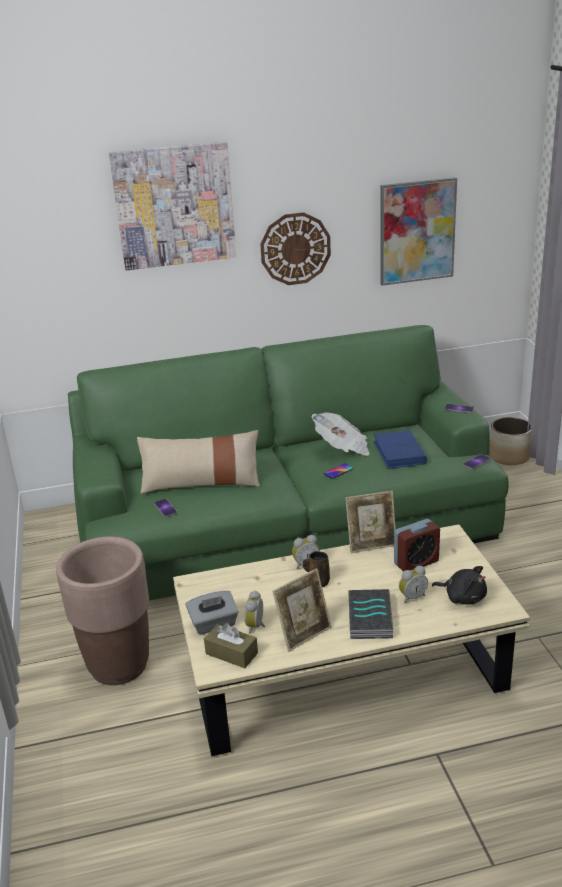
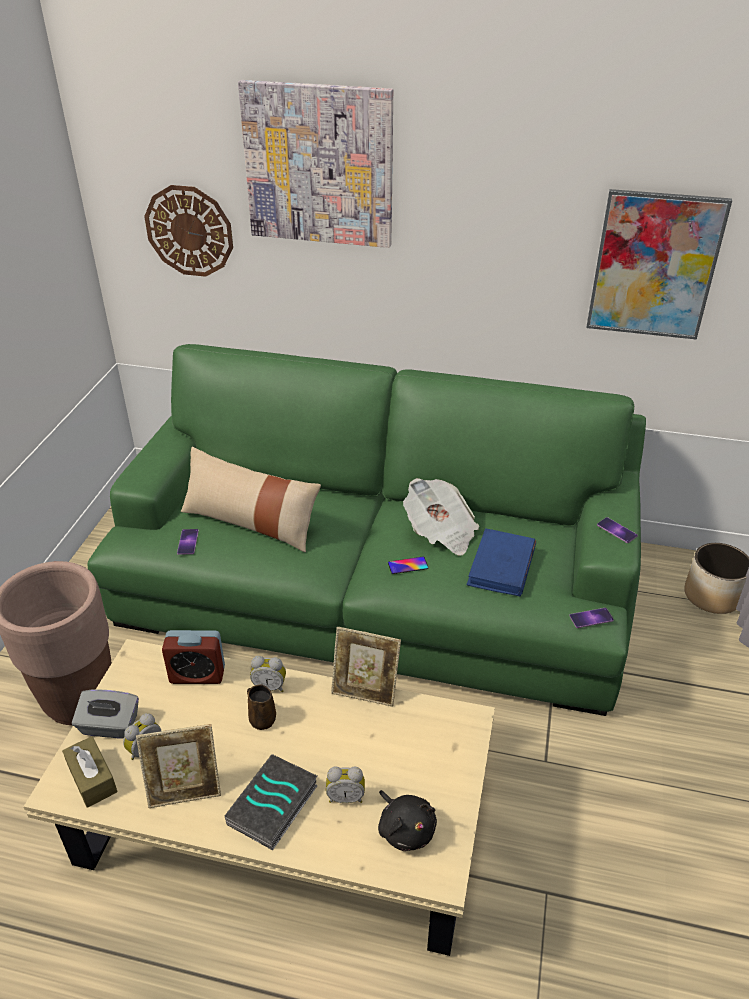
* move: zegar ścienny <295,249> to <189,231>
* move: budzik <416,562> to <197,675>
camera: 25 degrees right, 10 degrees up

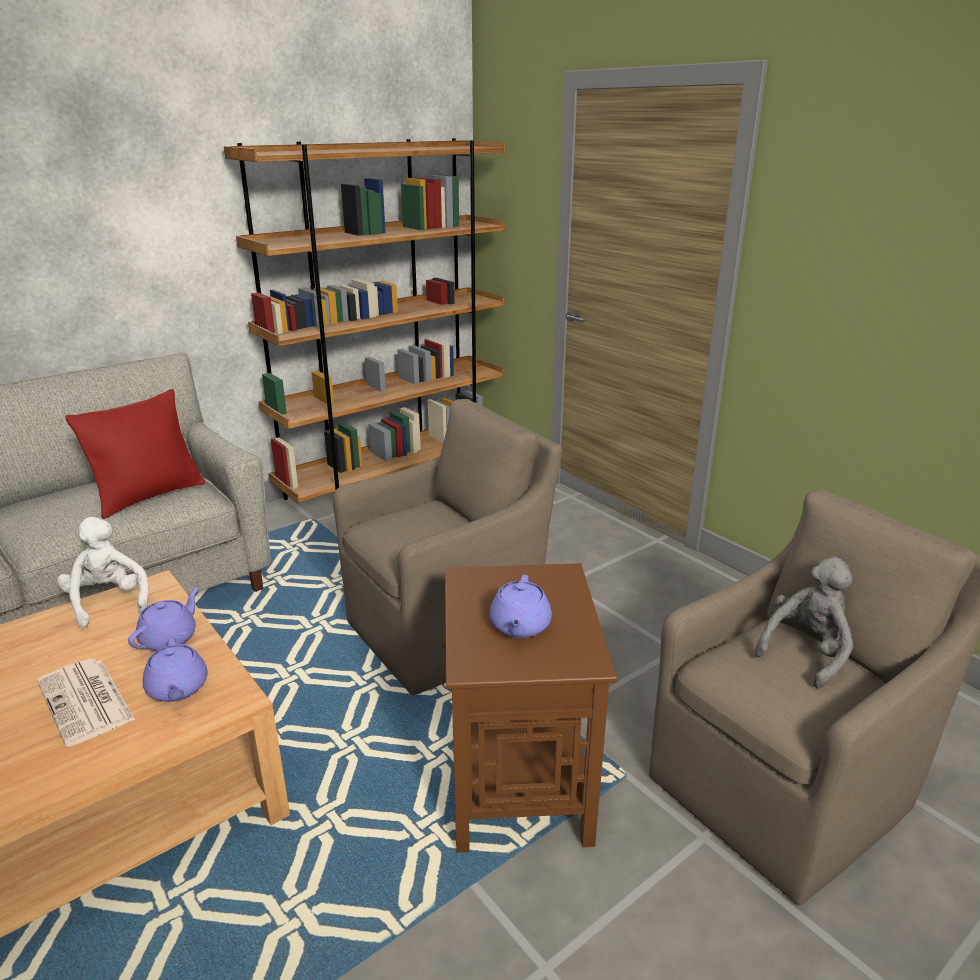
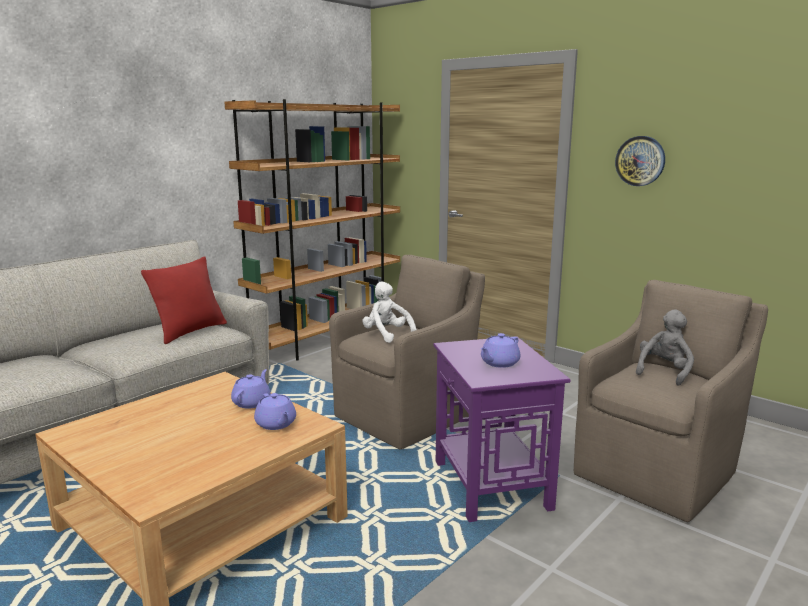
* move: pluszak (biały) <109,602> to <387,335>
* recolor: stolik (brązowy) <518,782> to stolik (fioletowy) <491,485>
* rotate: imbryk (fioletowy) <520,626> = <499,363> 45 degrees clockwise
* delete: gazeta <86,702>
* insert: zegar ścienny <640,161>
camera: 10 degrees left, 10 degrees down

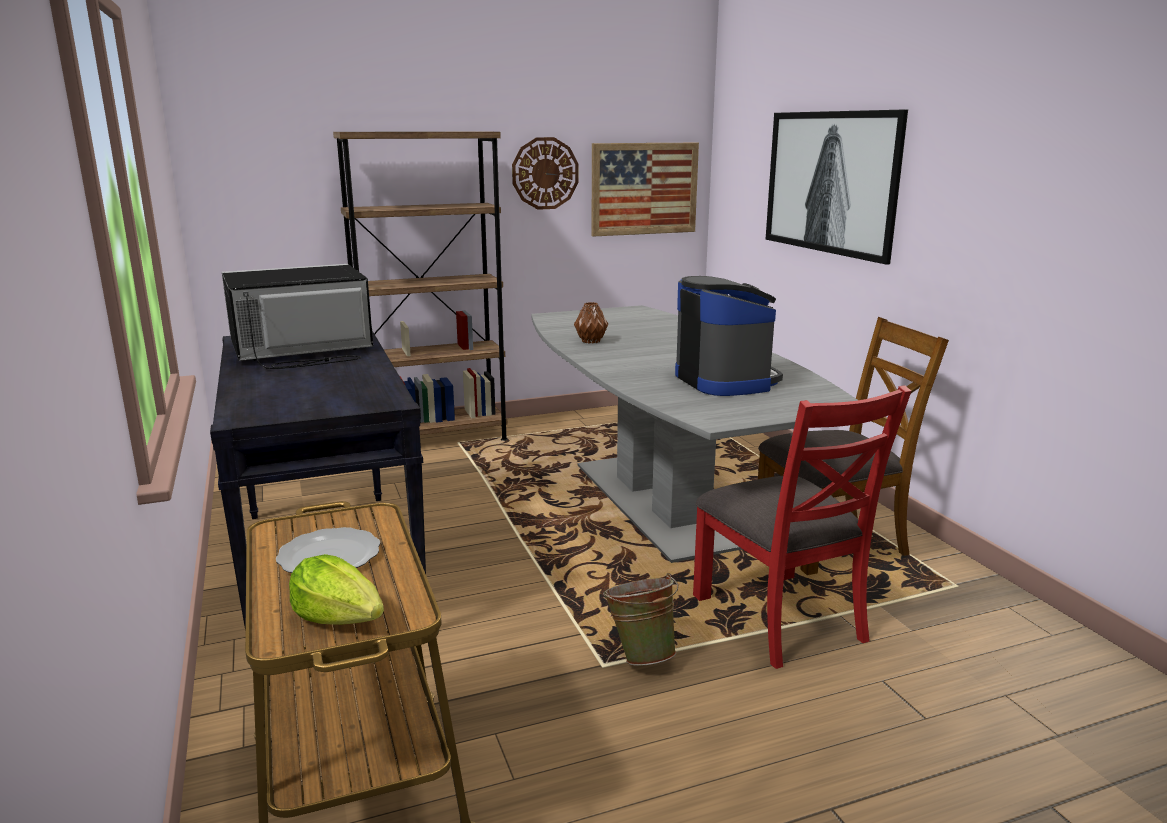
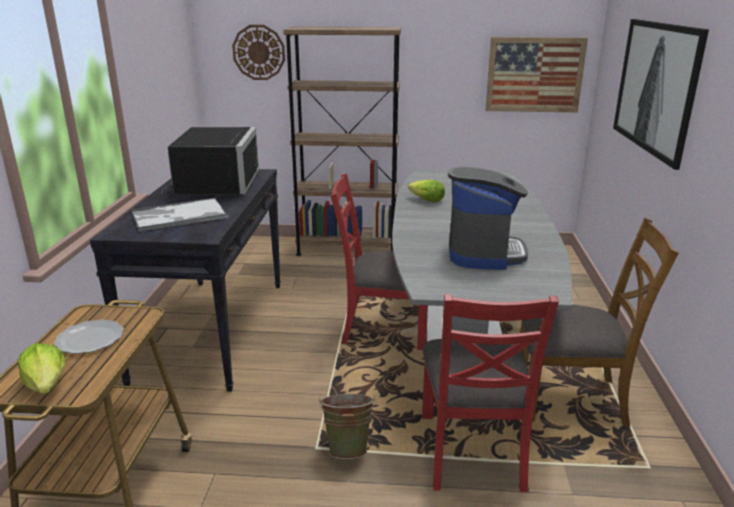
* move: zegar ścienny <545,173> to <259,52>
* rotate: mikrofalówka (czarny) <301,349> = <212,184> 90 degrees clockwise
* replace: wazon (brązowy) <590,341> to sałata <426,200>
* insert: krzesło (czerwony) <384,329>
* insert: taca <178,216>
camera: 25 degrees right, 5 degrees up

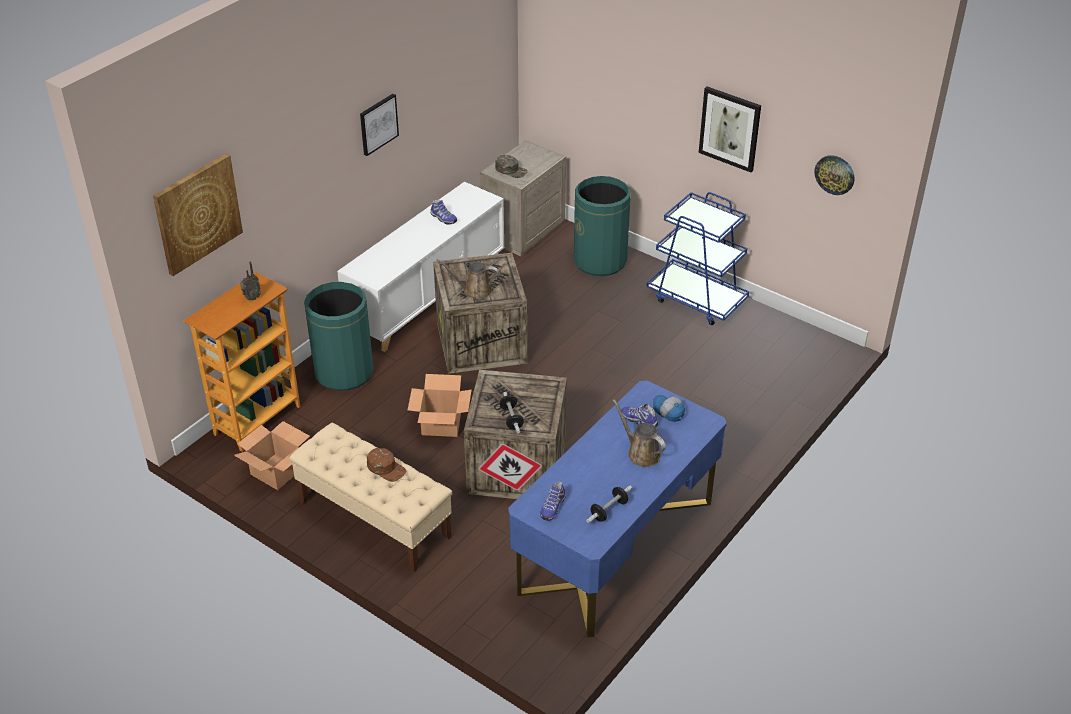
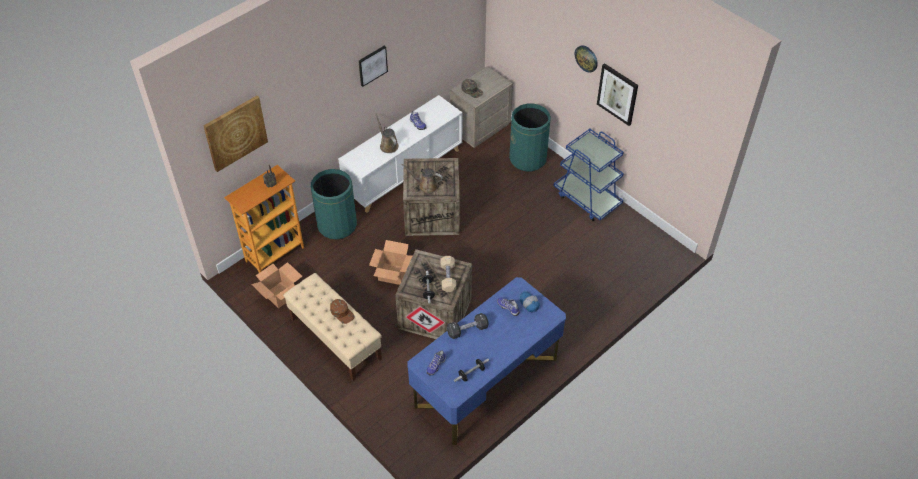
* move: zegar ścienny <835,174> to <586,58>
* move: konewka (brązowy) <641,453> to <388,145>
* insert: hantel (beżowy) <448,278>
* insert: hantel (czarny) <467,330>
camera: 10 degrees right, 10 degrees up

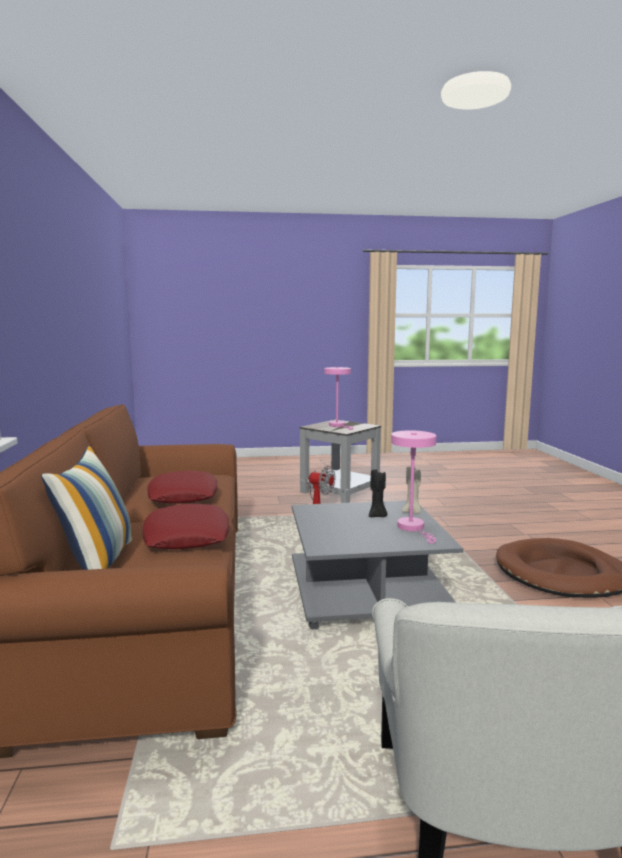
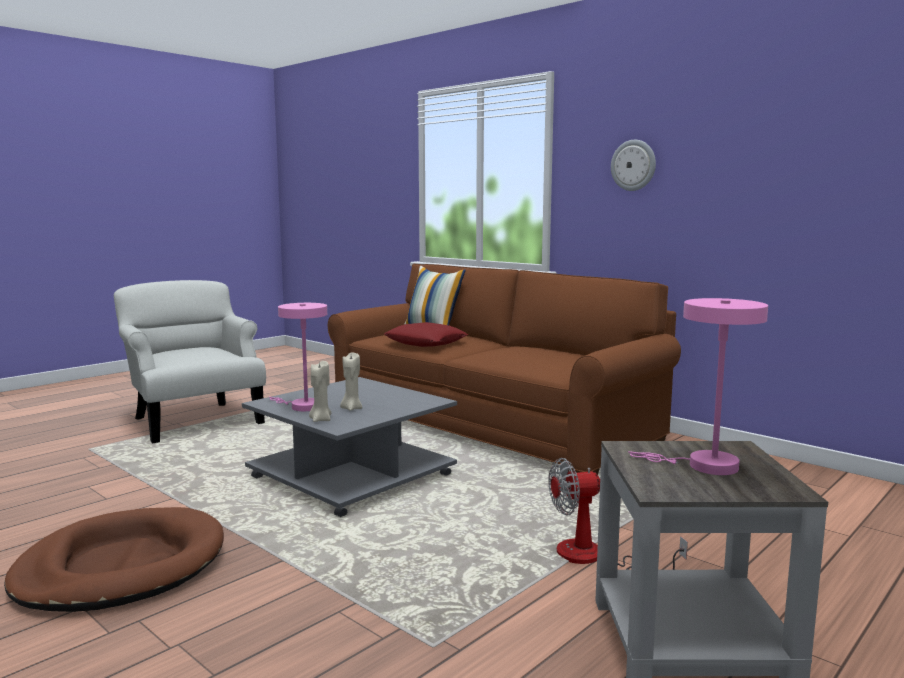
* recolor: świeca (czarny) <377,516> to świeca (beżowy) <351,408>
* delete: poduszka (czerwony) <183,495>
* insert: zegar ścienny <633,165>
camera: 140 degrees right, 0 degrees up

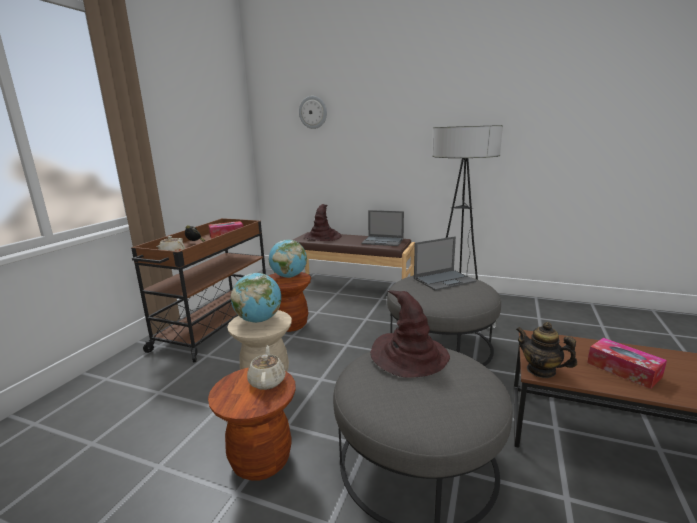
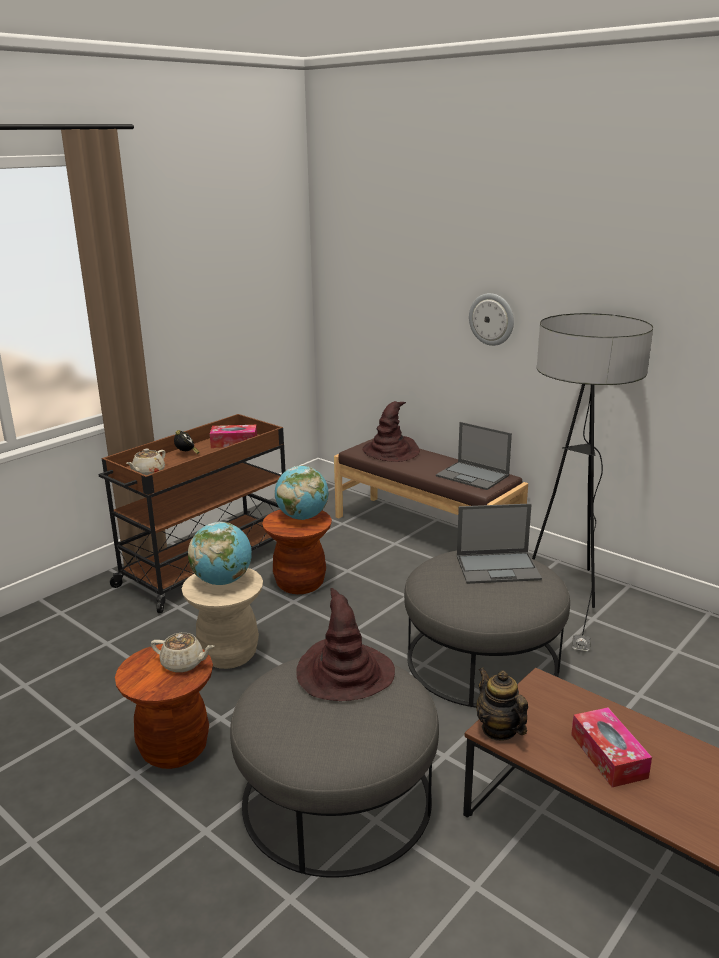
* move: zegar ścienny <313,112> to <492,319>
* rotate: imbryk (beżowy) <267,381> = <183,664> 90 degrees clockwise
camera: 20 degrees right, 5 degrees up

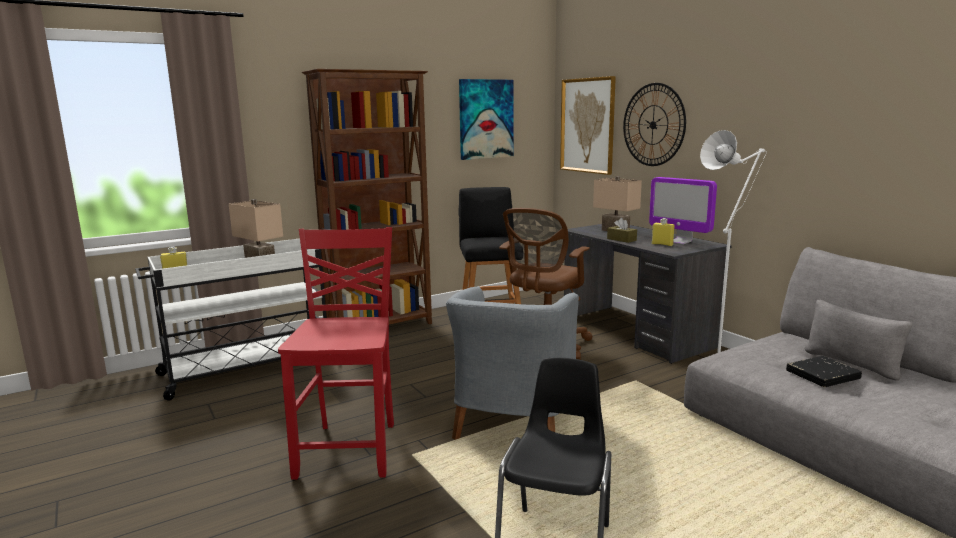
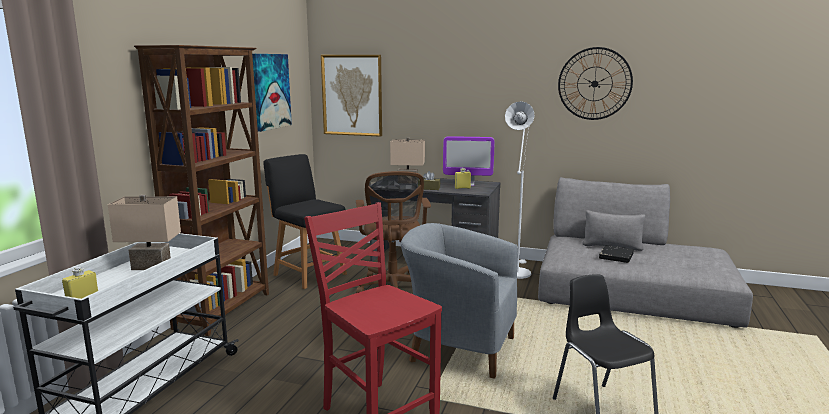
* move: zegar ścienny <653,125> to <594,84>
* rotate: fotel (szary) <512,423> = <458,348> 135 degrees clockwise
camera: 40 degrees left, 0 degrees up

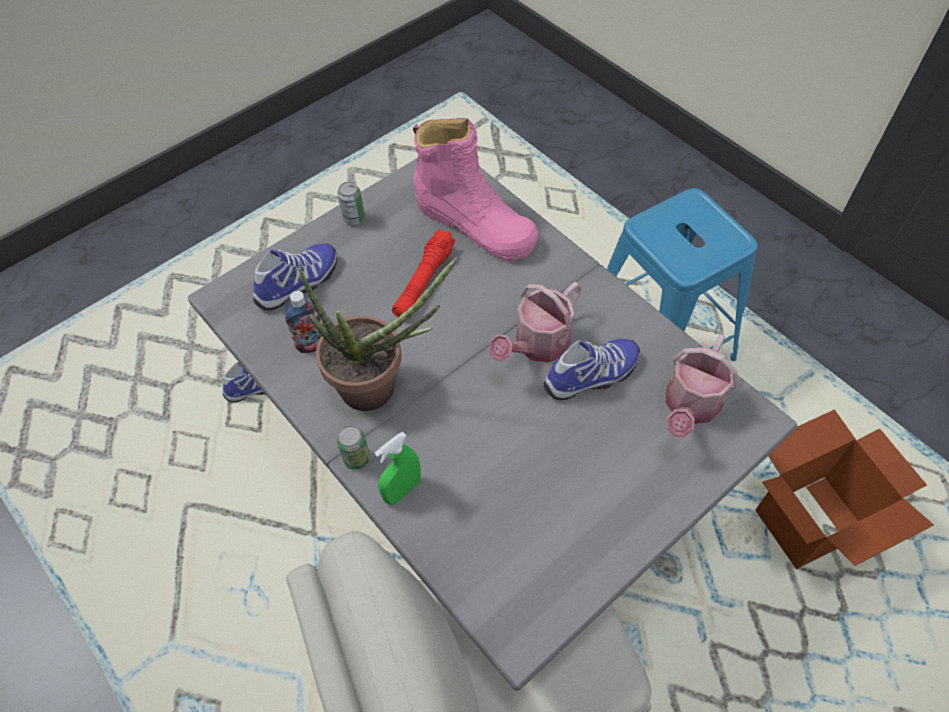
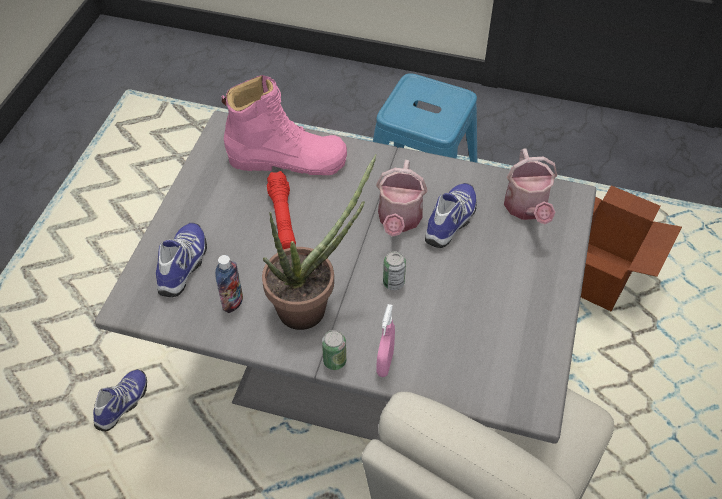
* move: puszka <354,218> to <393,283>
* recolor: spryskiwacz (zielony) <402,490> to spryskiwacz (różowy) <385,363>
camera: 35 degrees left, 5 degrees down

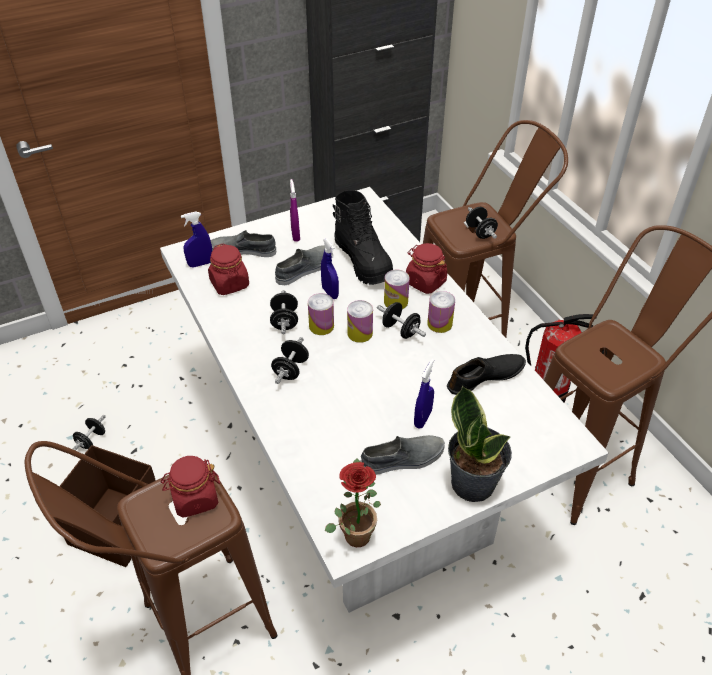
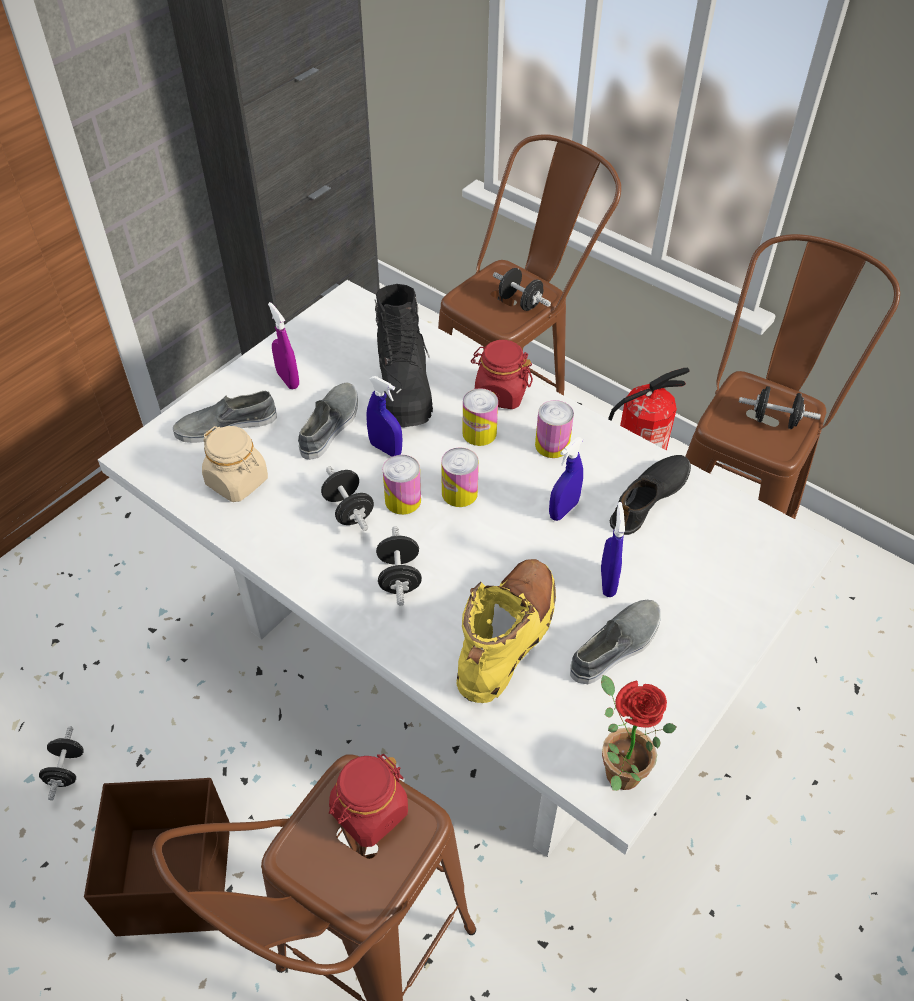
* rotate: but z cholewką (czarny) <364,261> = <404,389> 45 degrees clockwise
* move: spryskiwacz (niebieski) <200,264> to <563,510>
* recolor: słoik (czerwony) <230,284> to słoik (beżowy) <237,481>
* move: hantel (czarny) <400,330> to <774,420>
* delete: roślina doniczkowa <473,483>
* insert: but z cholewką (żółty) <507,637>
camera: 25 degrees left, 5 degrees up

